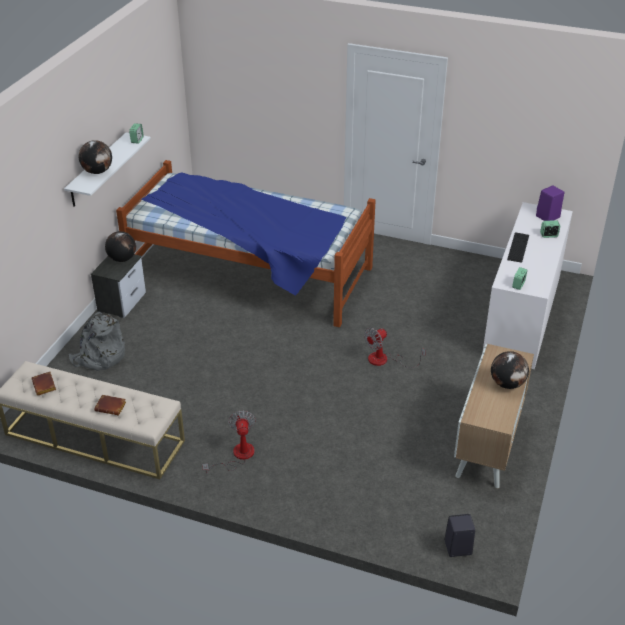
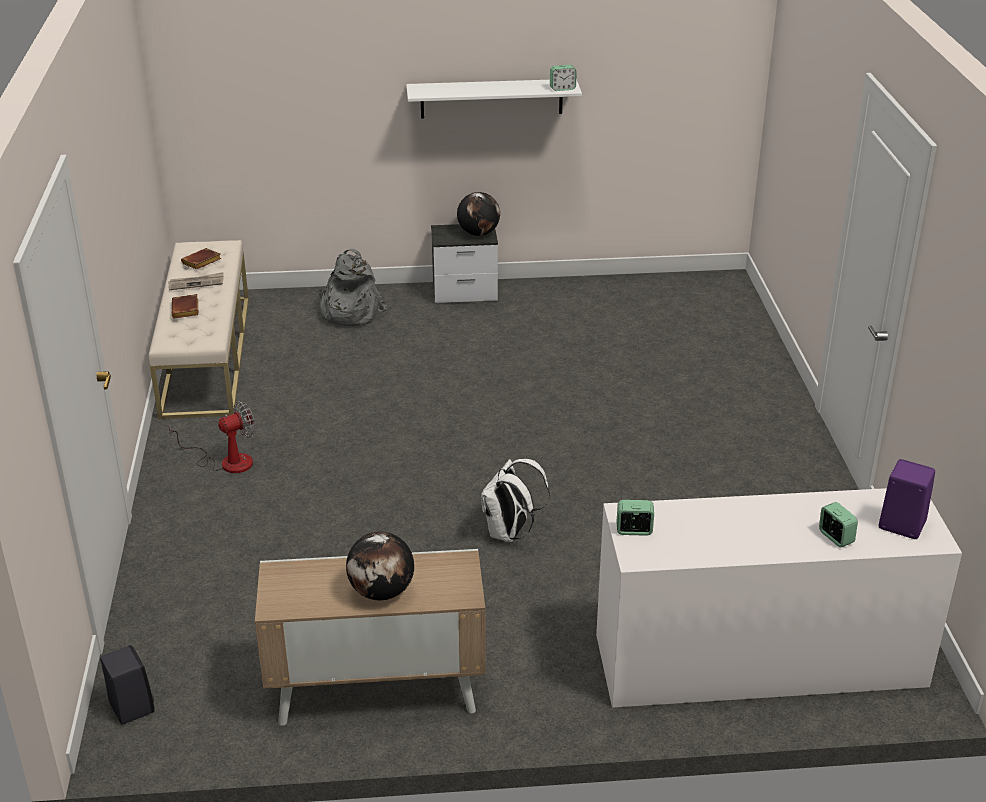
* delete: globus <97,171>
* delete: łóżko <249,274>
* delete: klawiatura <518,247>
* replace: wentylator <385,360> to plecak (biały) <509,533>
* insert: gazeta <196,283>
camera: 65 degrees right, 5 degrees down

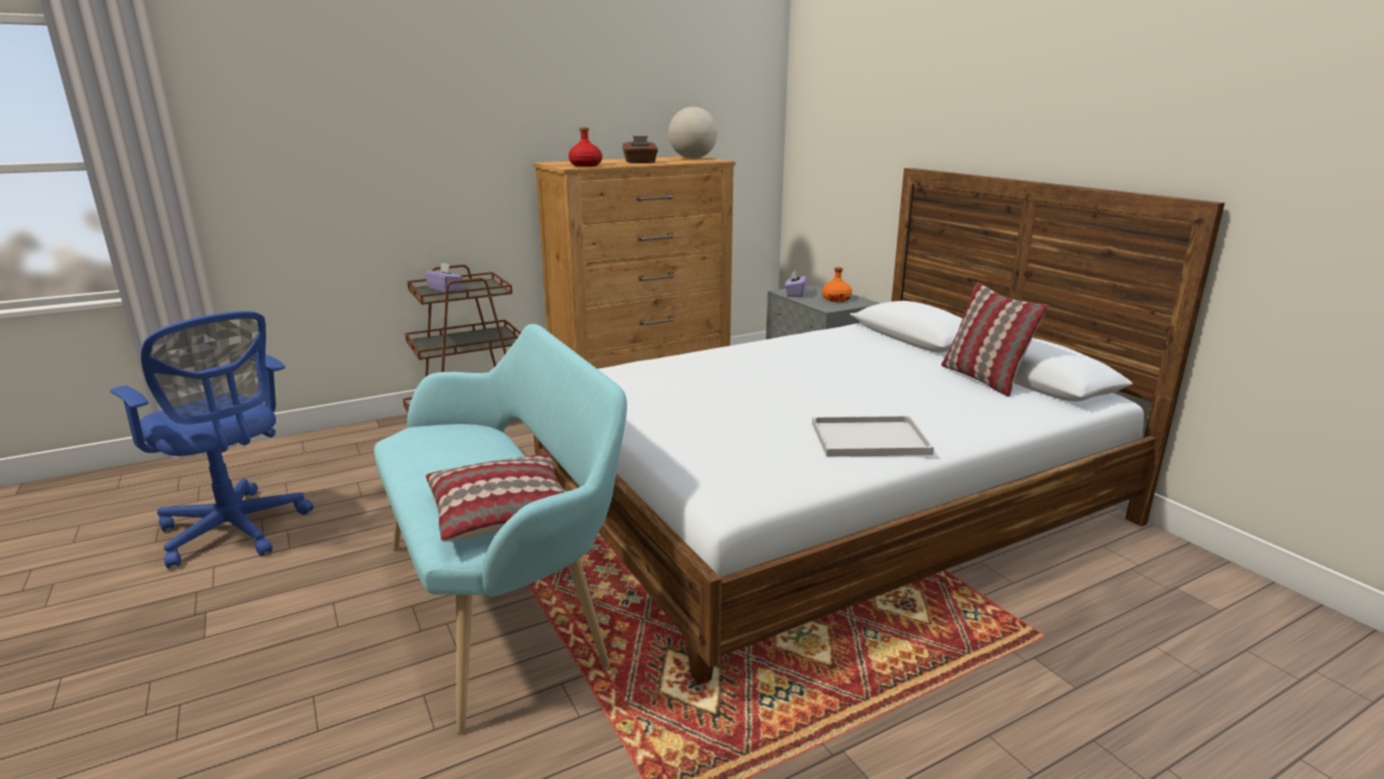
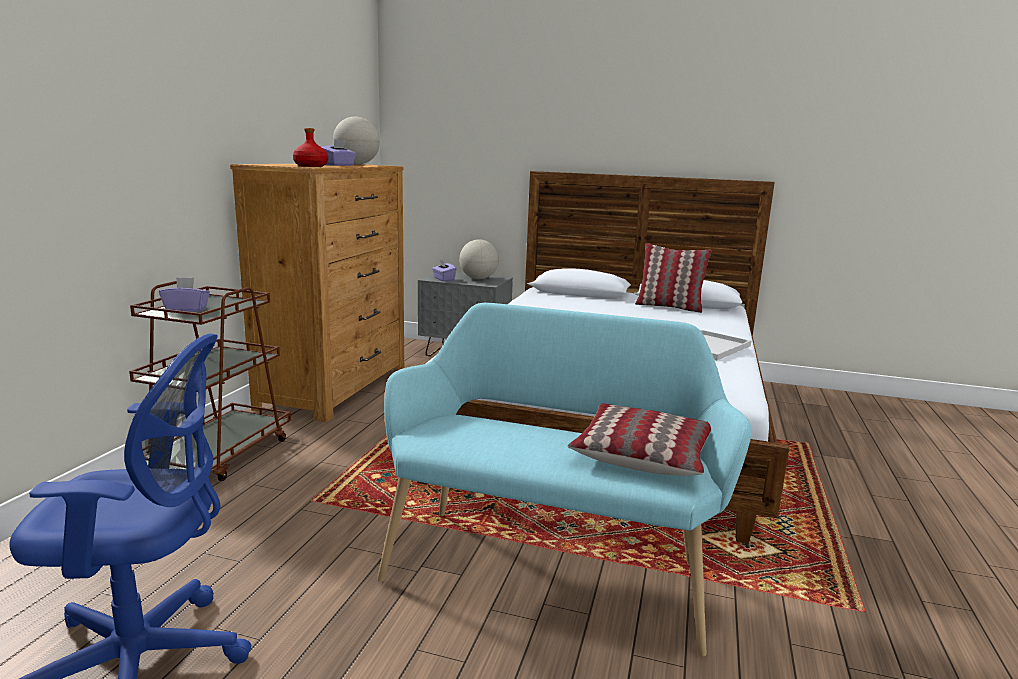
* recolor: pudełko chusteczek (brązowy) <640,162> to pudełko chusteczek (fioletowy) <338,165>
* replace: butelka (pomarańczowy) <836,299> to globus <478,278>
camera: 45 degrees left, 5 degrees down

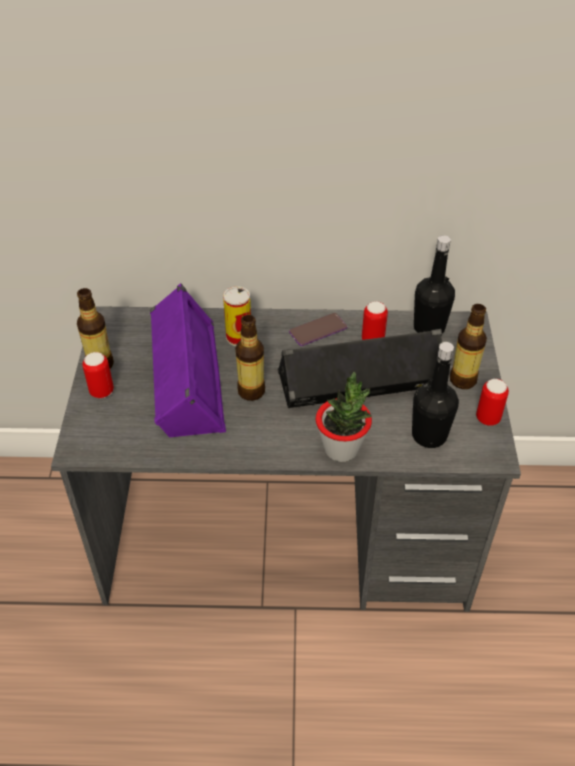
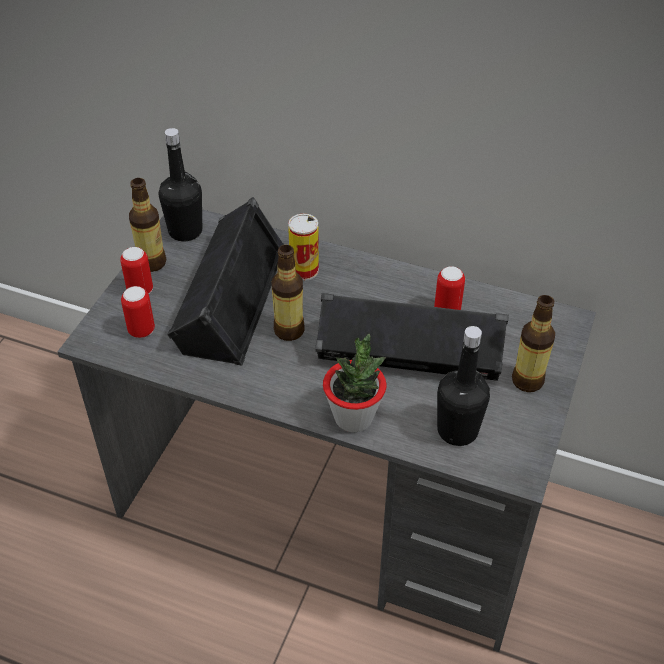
* move: butelka (czarny) <429,328> to <185,231>
* recolor: głośnik (fioletowy) <184,377> to głośnik (czarny) <228,297>
* delete: telefon <318,330>
* move: puszka <488,418> to <141,330>
camera: 20 degrees right, 0 degrees up

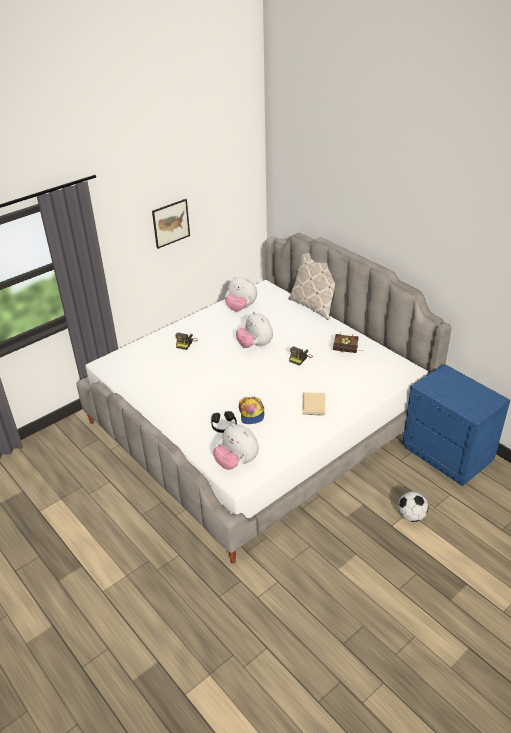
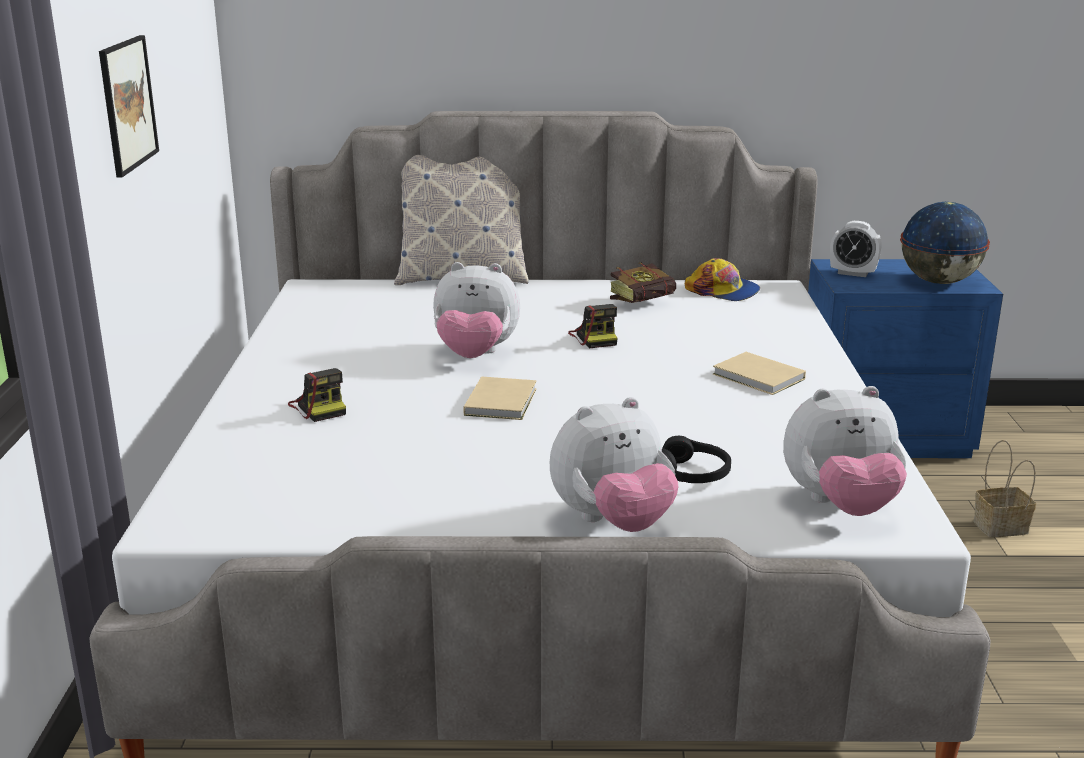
* move: pluszak <241,308> to <613,522>
* move: czapka z daszkiem <251,413> to <723,291>
* replace: piłka futbolowa <411,516> to koszyk <999,528>
* insert: globus <938,282>
* insert: budzik <852,273>
* insert: książka (beżowy) <502,401>
camera: 50 degrees left, 15 degrees down

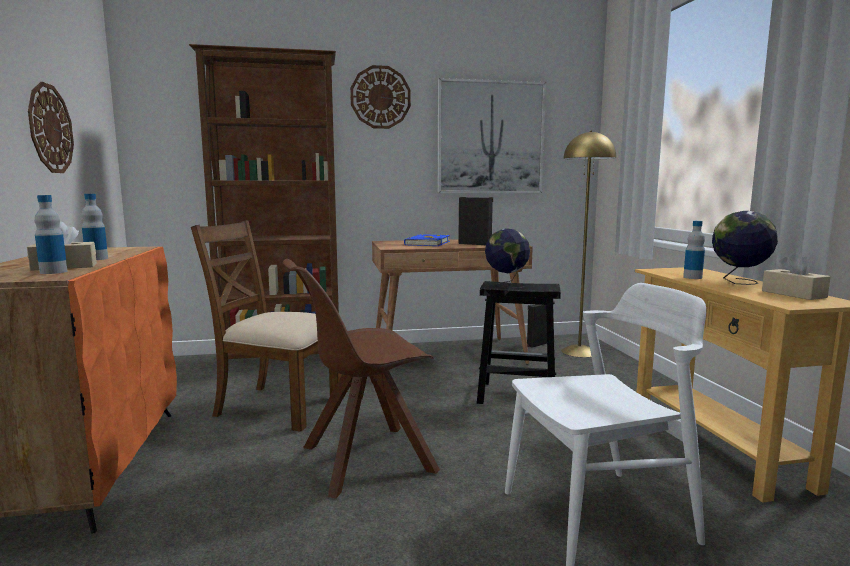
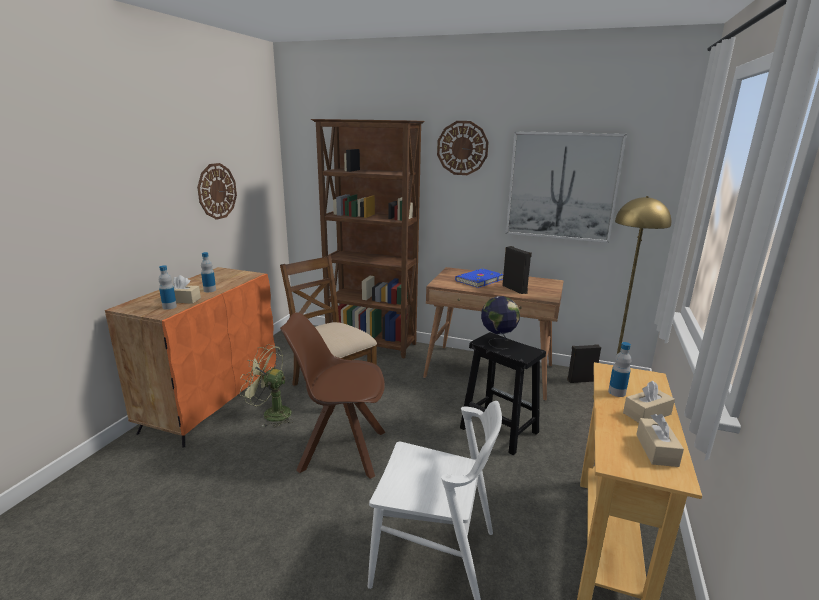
* replace: globus <739,282> to pudełko chusteczek (beżowy) <647,413>
* insert: wentylator (zielony) <271,414>
camera: 30 degrees right, 10 degrees up

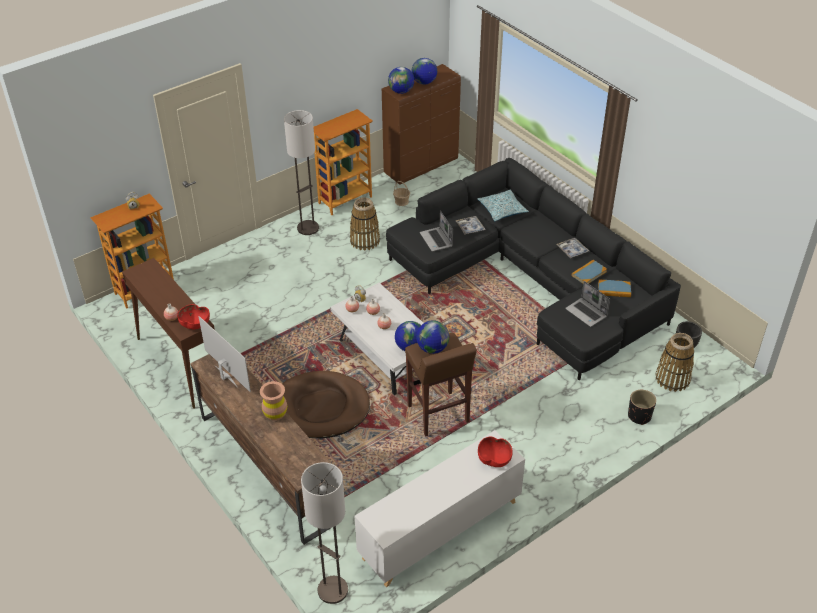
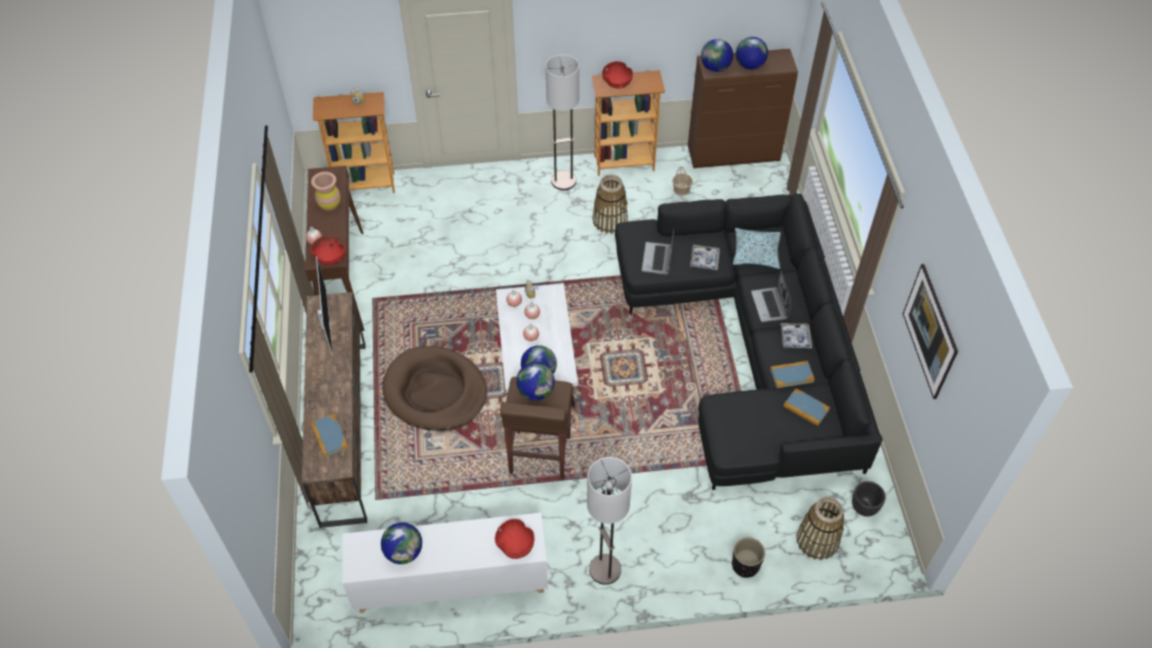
* move: laptop <586,313> to <770,306>
* move: wazon (brązowy) <275,413> to <329,204>
* move: lampa stojąca <332,590> to <604,569>
* insert: miska (czerwony) <617,82>
* insert: obraz <925,343>
* insert: książka <329,437>
* insert: globus <404,552>
camera: 30 degrees right, 10 degrees up

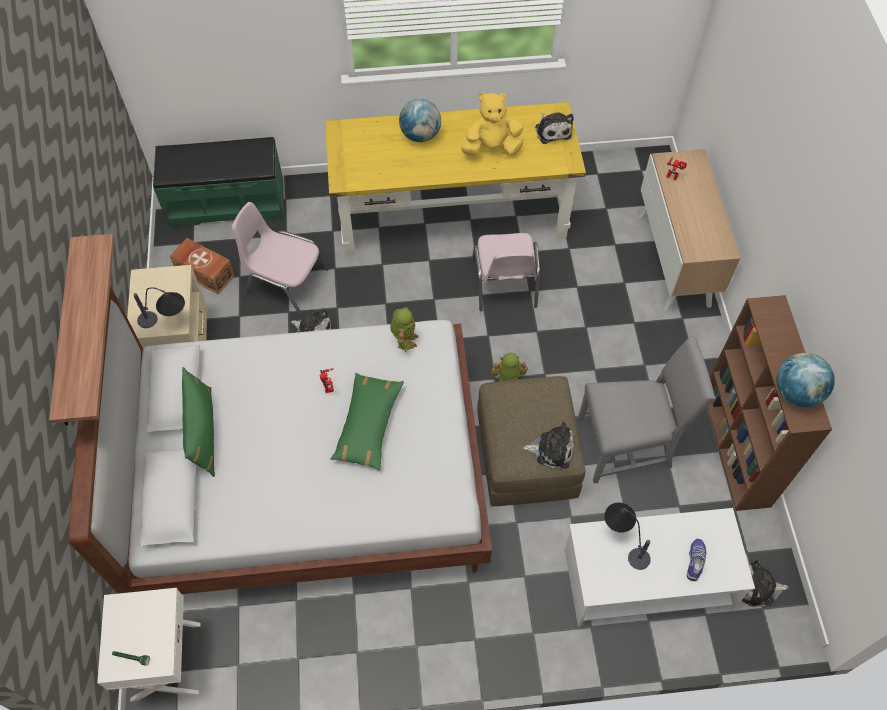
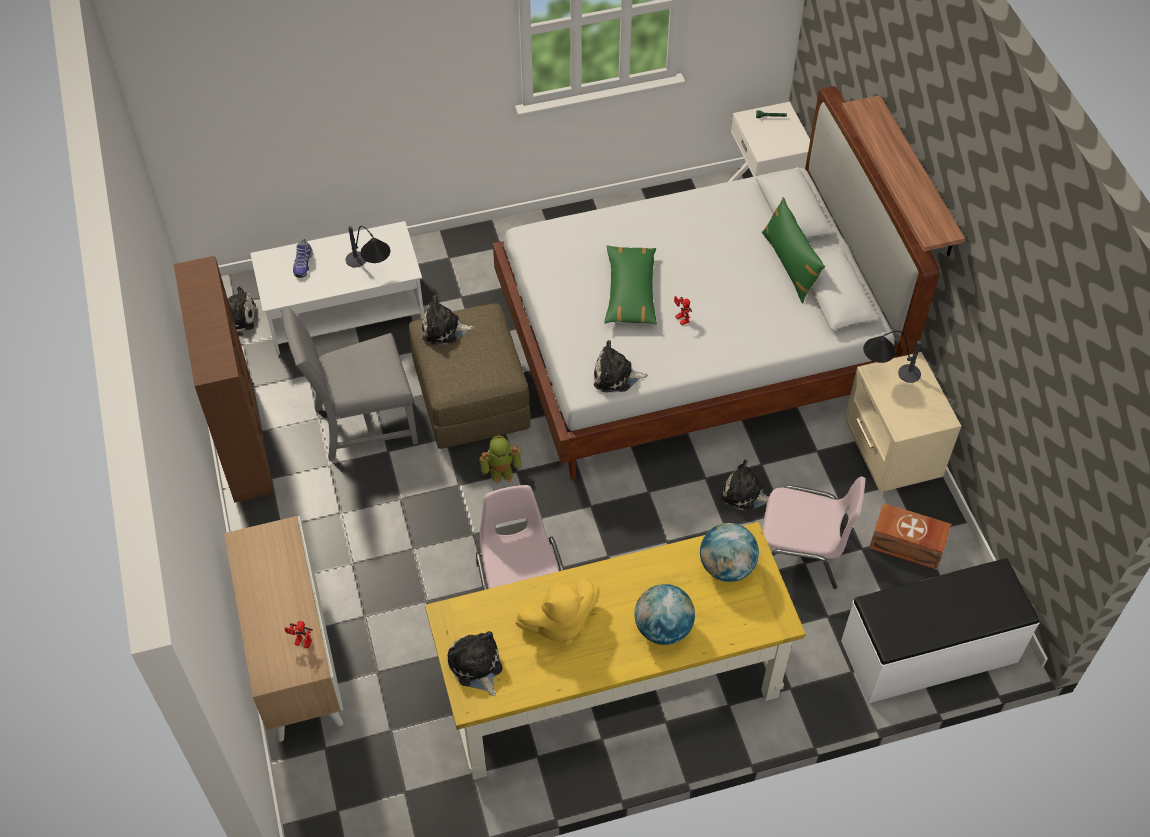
* recolor: ławka (zielony) <227,202> to ławka (biały) <929,652>
* replace: robot zabawkowy <404,339> to pluszak <616,376>
* move: globus <796,392> to <726,567>
camera: 170 degrees right, 5 degrees down

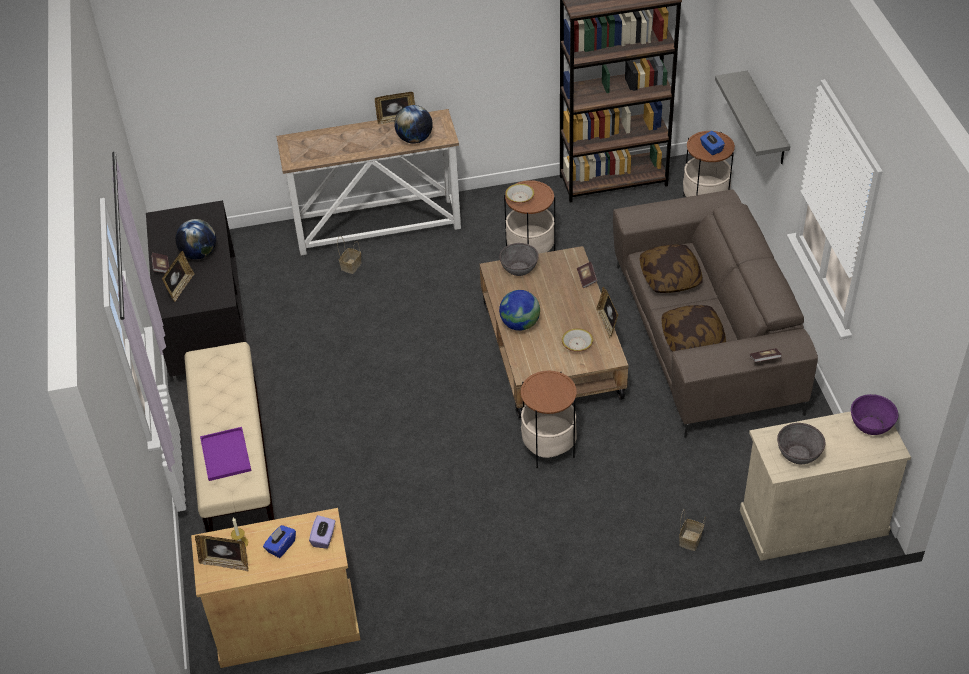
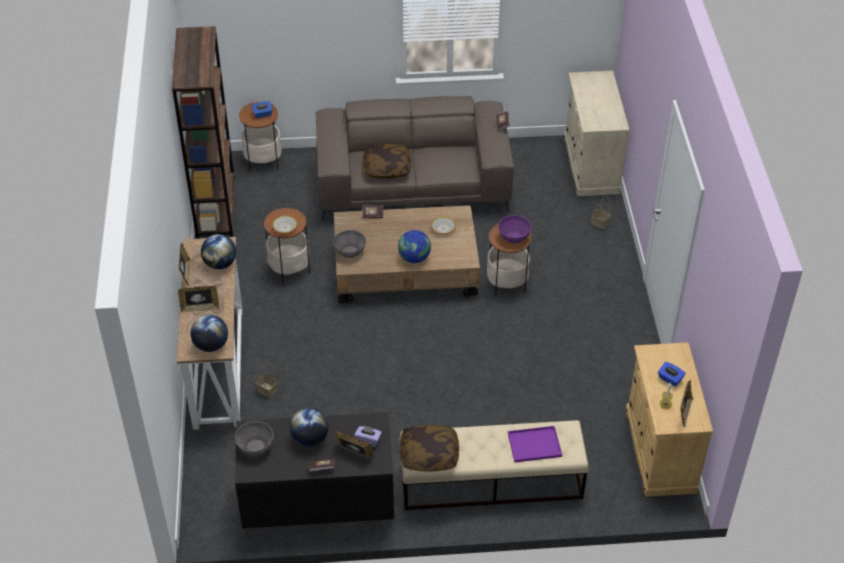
* delete: półka (szary) <766,119>
* move: ramka na zdjęcie <607,323> to <200,308>
* move: poduszka <692,339> to <429,455>
* move: miska (fioletowy) <871,425> to <514,237>
* move: miska (szary) <798,454> to <255,447>
* move: pudełko chusteczek (fioletowy) <324,538> to <368,440>
* insert: globus <211,345>
camera: 85 degrees left, 0 degrees up

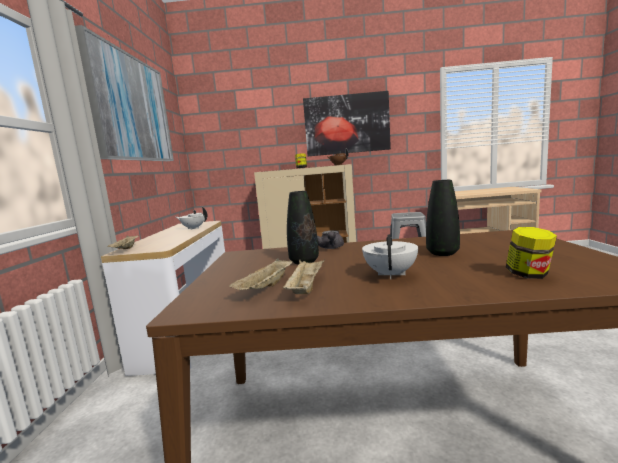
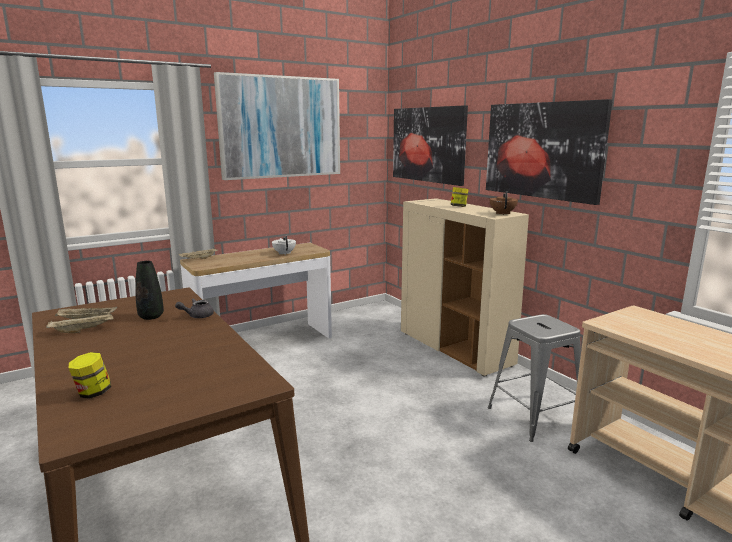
* delete: wazon (czarny) <442,253>
* delete: imbryk (biały) <391,274>
* insert: obraz <428,144>
camera: 55 degrees right, 5 degrees up

